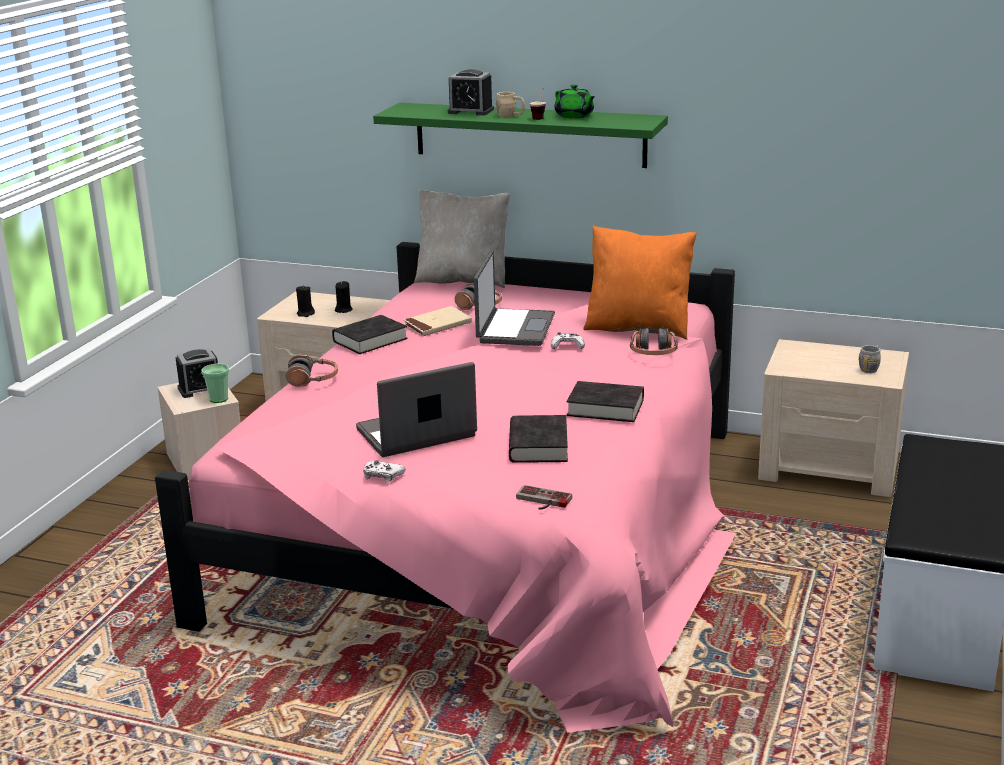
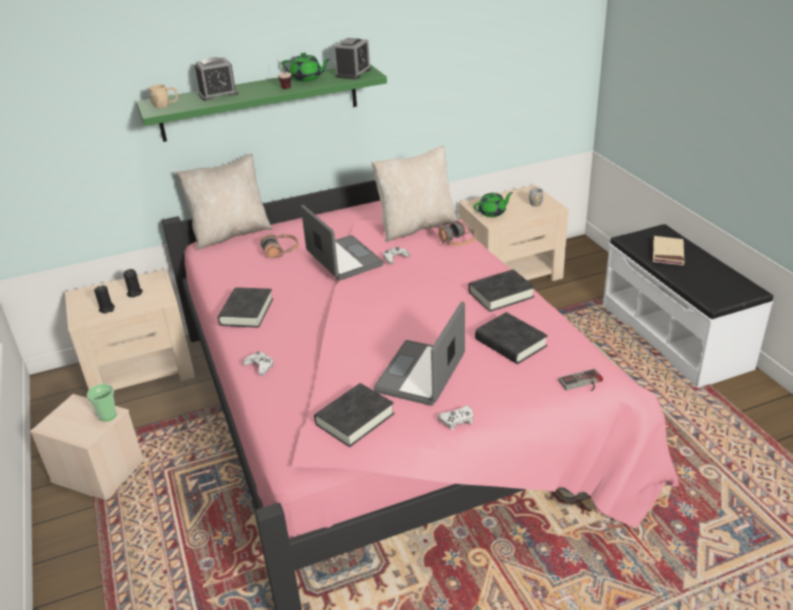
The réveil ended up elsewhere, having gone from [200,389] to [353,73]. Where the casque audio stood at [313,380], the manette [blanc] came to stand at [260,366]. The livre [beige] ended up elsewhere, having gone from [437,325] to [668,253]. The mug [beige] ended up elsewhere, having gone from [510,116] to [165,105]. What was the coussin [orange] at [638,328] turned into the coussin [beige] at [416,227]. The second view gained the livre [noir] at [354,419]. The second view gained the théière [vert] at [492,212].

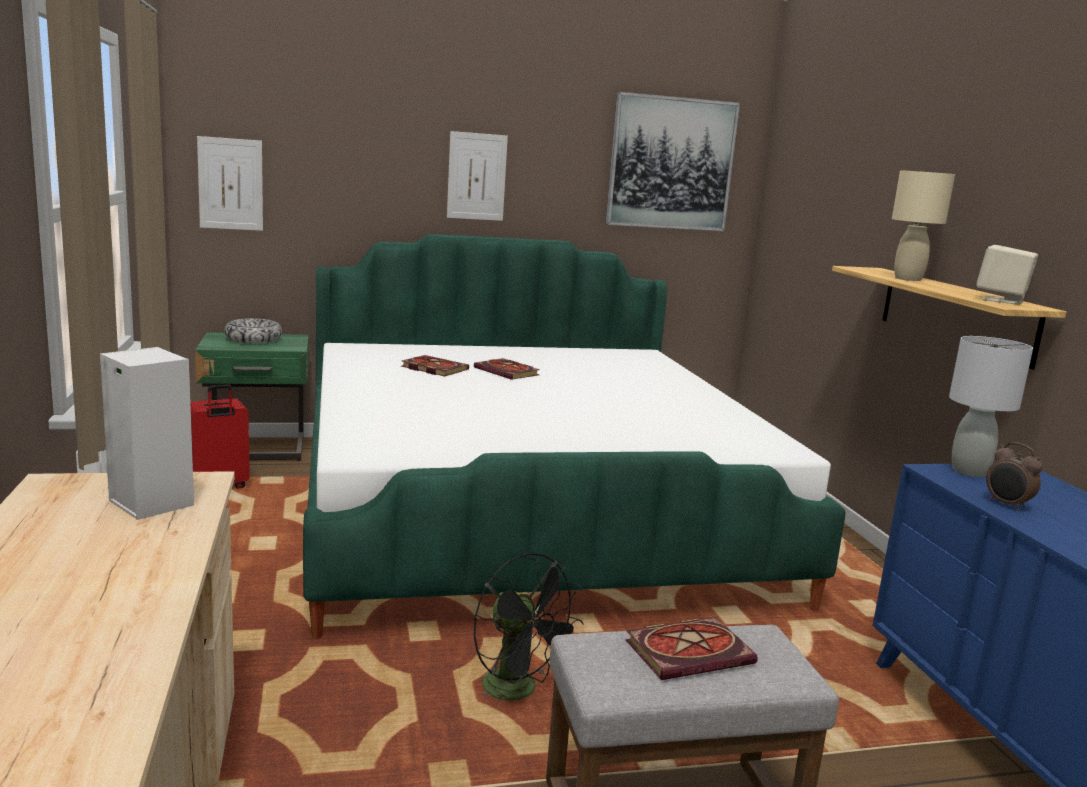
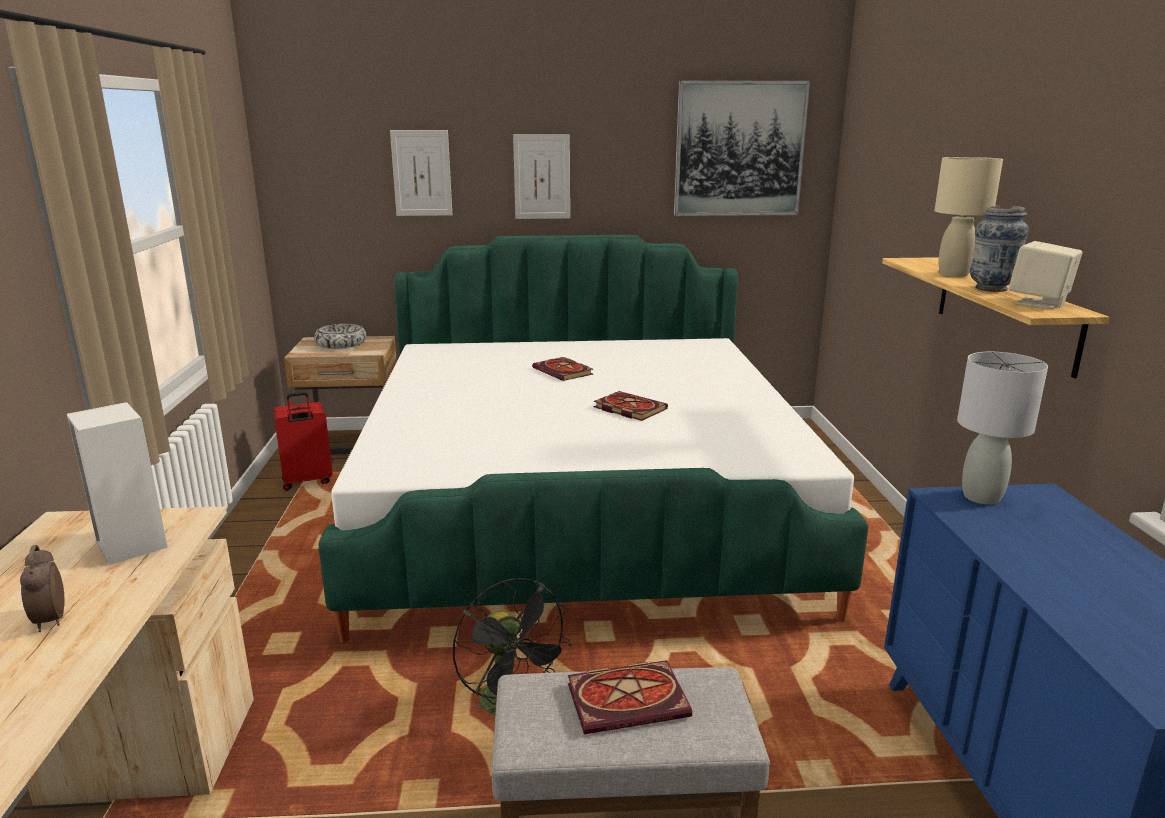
What was the table de chevet [vert] at [256,451] turned into the table de chevet [beige] at [352,444]. The tableau ended up elsewhere, having gone from [230,184] to [421,173]. The livre ended up elsewhere, having gone from [432,368] to [627,408]. The réveil ended up elsewhere, having gone from [1007,505] to [49,621]. The second view gained the vase at [991,289].

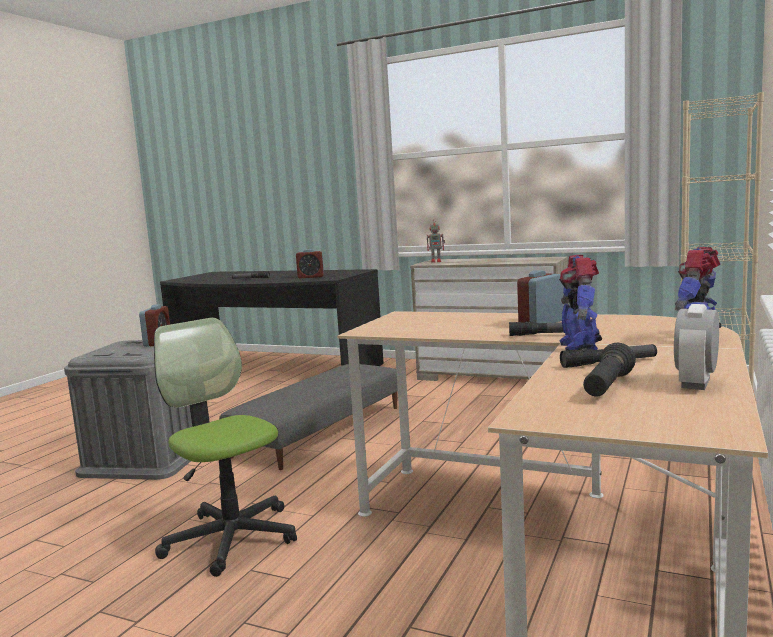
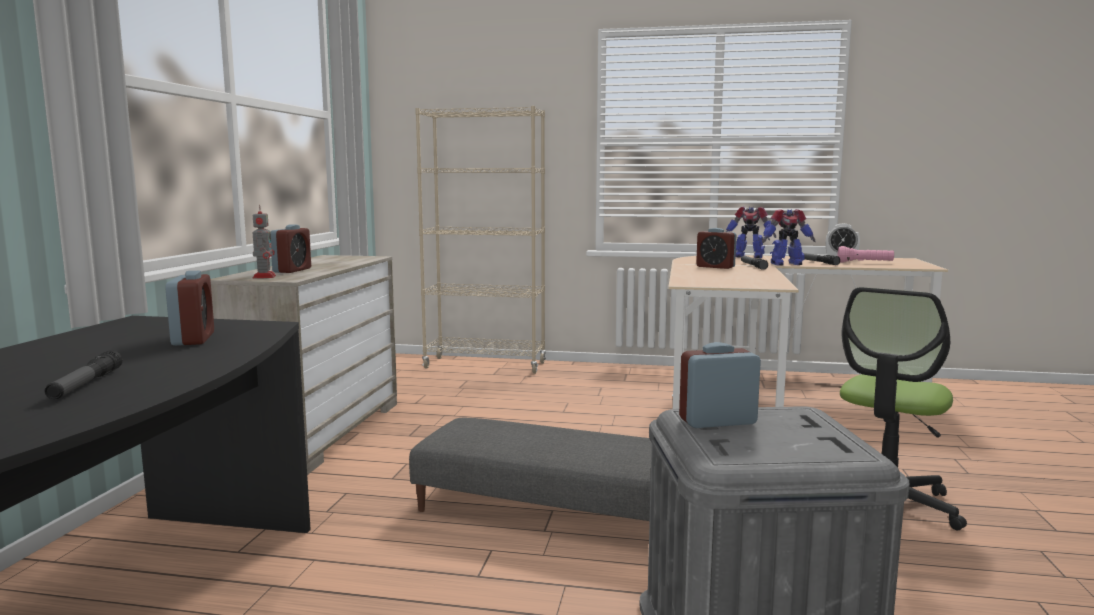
What was the lampe de poche [noir] at [607,387] turned into the lampe de poche [rose] at [864,263]. The second view gained the réveil at [292,270].

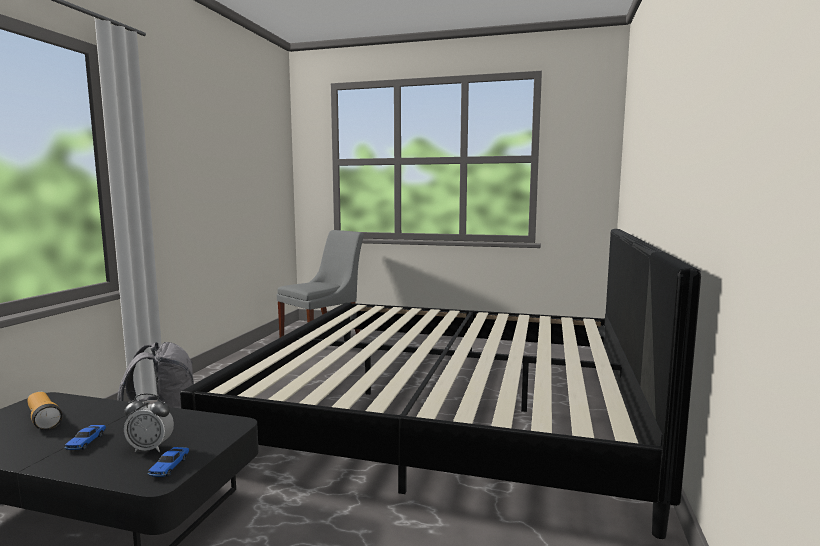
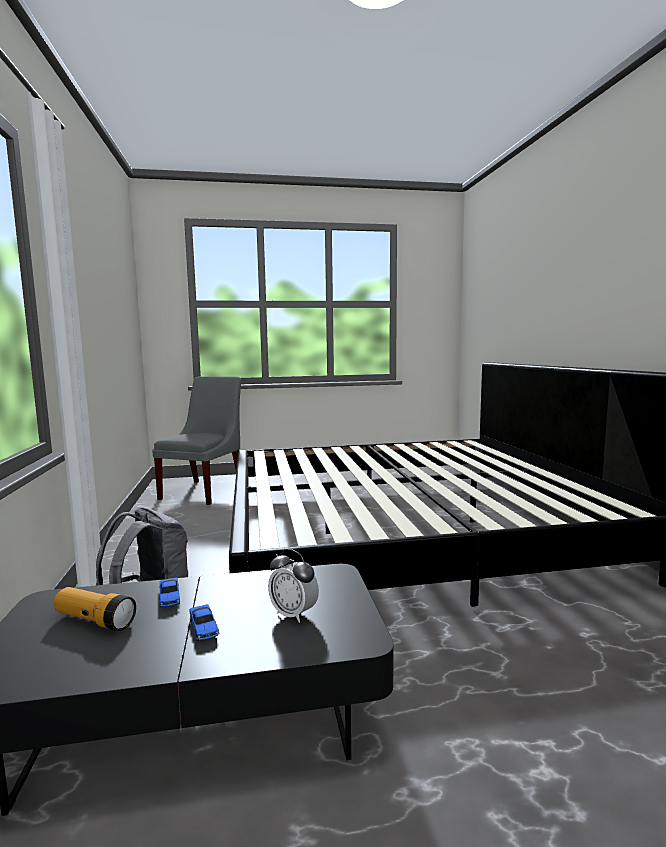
The réveil at [151,448] ended up facing another way, 60 degrees clockwise from before. The petite voiture ended up elsewhere, having gone from [169,467] to [169,598].

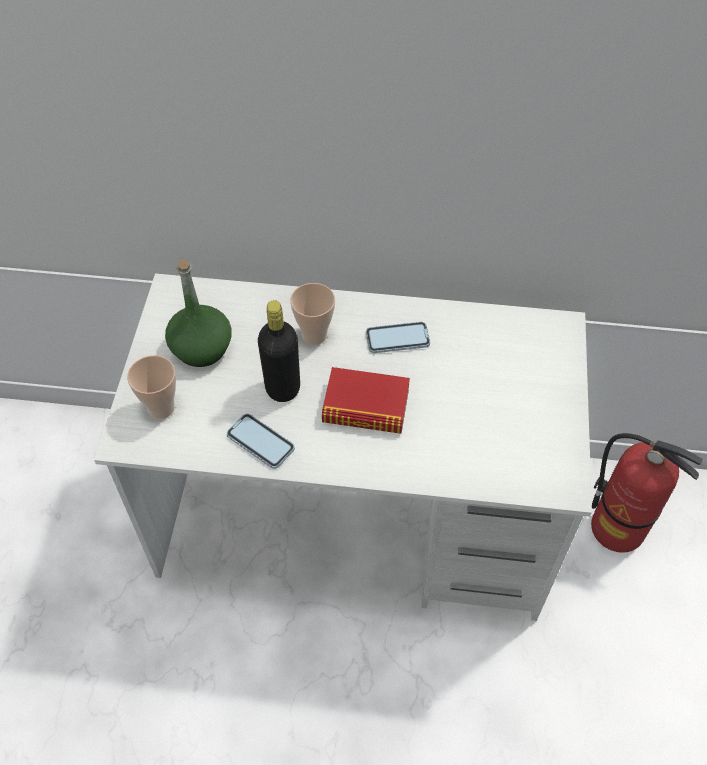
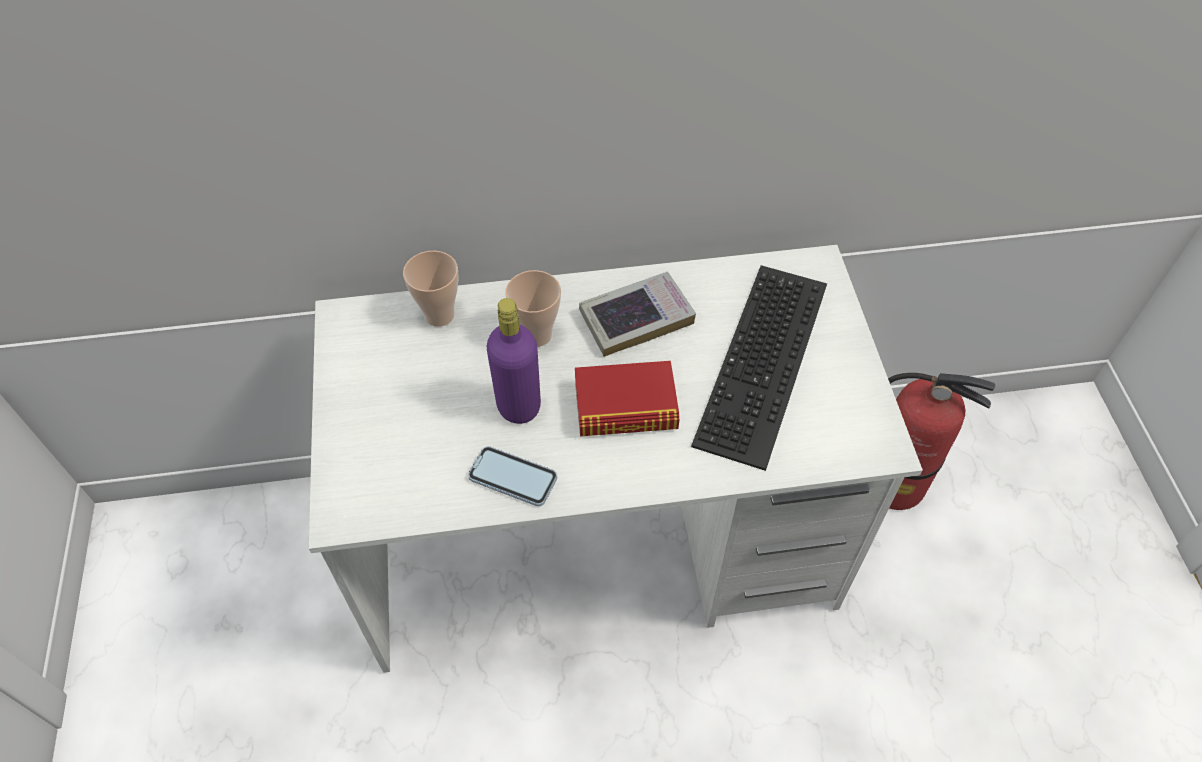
The tasse ended up elsewhere, having gone from [161,408] to [439,315]. The second view lost the bouteille [vert] at [202,348]. What was the bouteille [noir] at [282,388] turned into the bouteille [violet] at [519,406]. Where the téléphone stood at [397,339], the livre came to stand at [636,318]. The second view gained the clavier at [766,365].

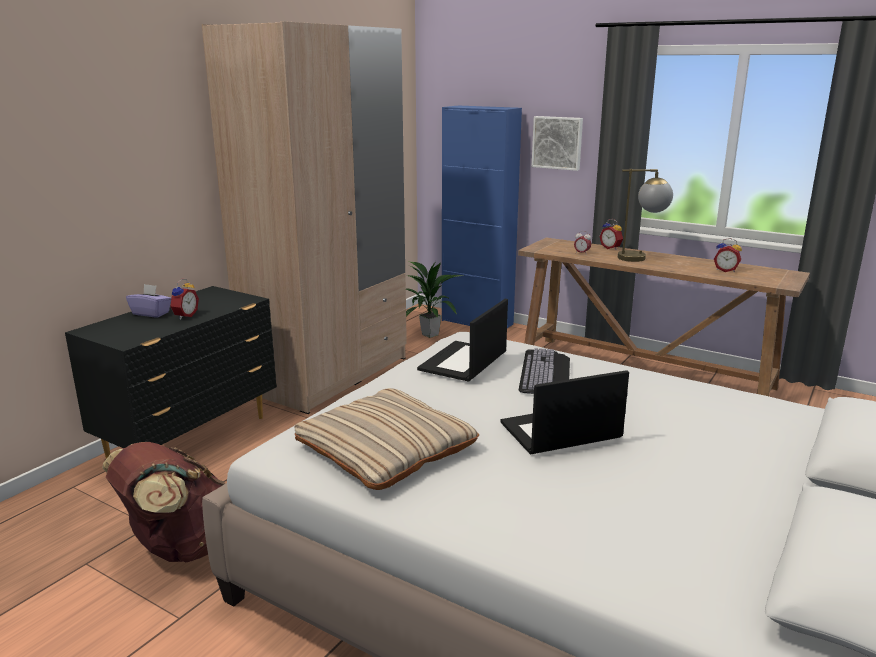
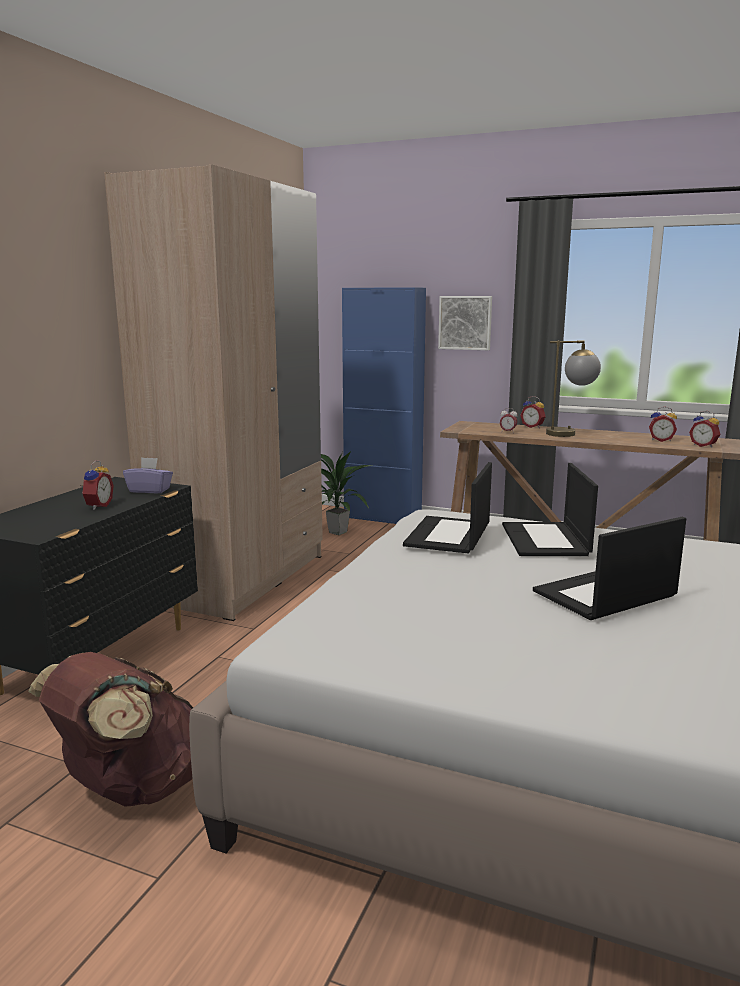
The boîte à mouchoirs [violet] ended up elsewhere, having gone from [151,313] to [150,490]. The second view lost the coussin [beige] at [386,447]. Where the clavier stood at [546,372], the ordinateur portable came to stand at [546,540]. The second view gained the réveil at [704,445].

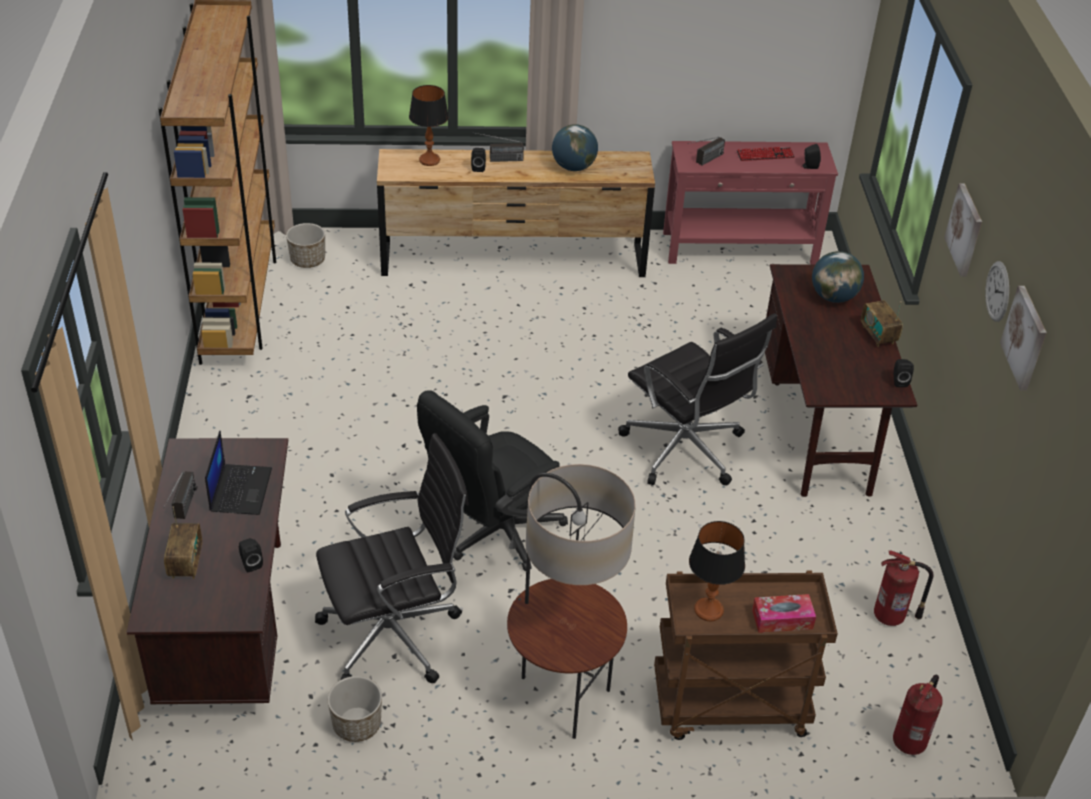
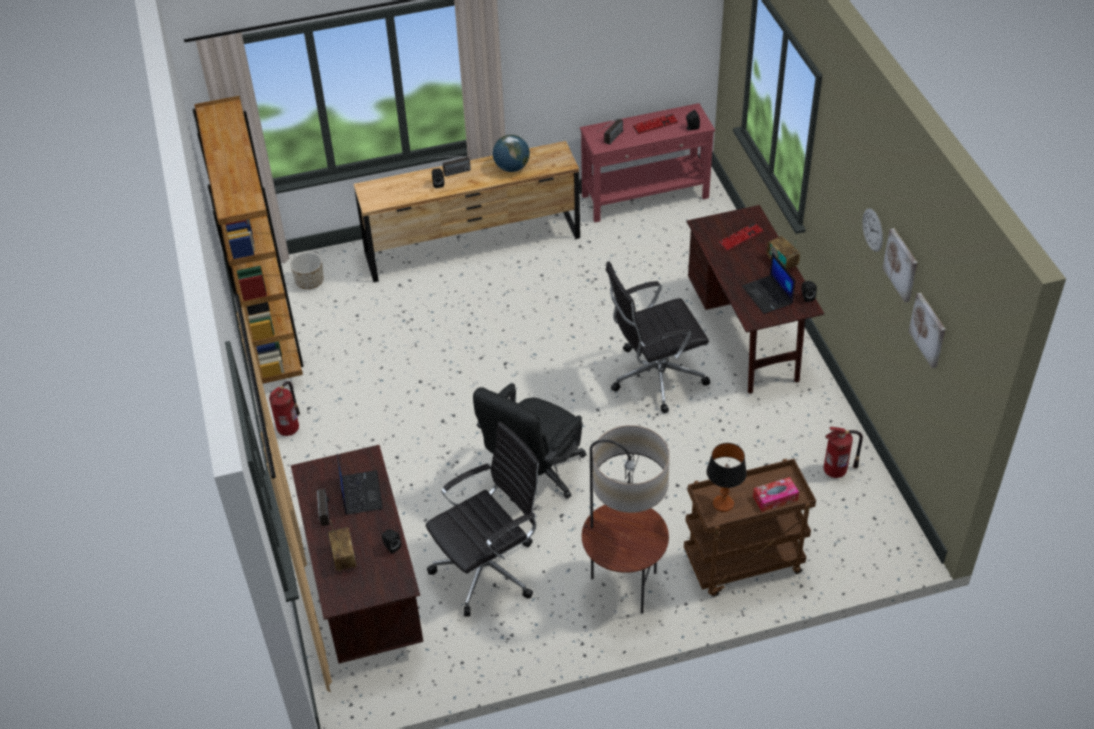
The second view lost the cache-pot at [356,724]. The second view lost the lampe de table at [429,160]. The chaise de bureau [noir] at [686,451] ended up facing another way, 120 degrees clockwise from before. Where the globe stood at [833,297], the clavier came to stand at [740,238]. The extincteur ended up elsewhere, having gone from [910,741] to [289,428]. The tableau ended up elsewhere, having gone from [965,229] to [928,330]. The second view gained the ordinateur portable at [768,295].

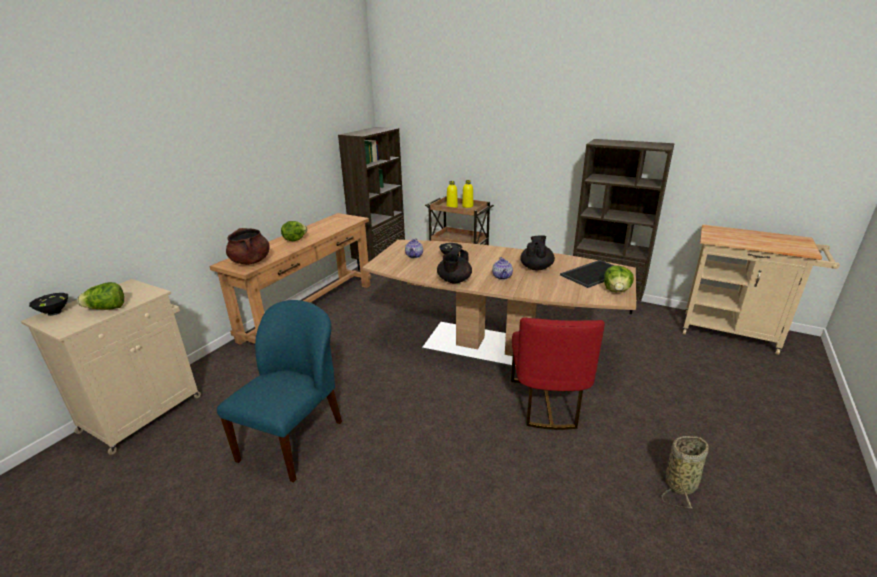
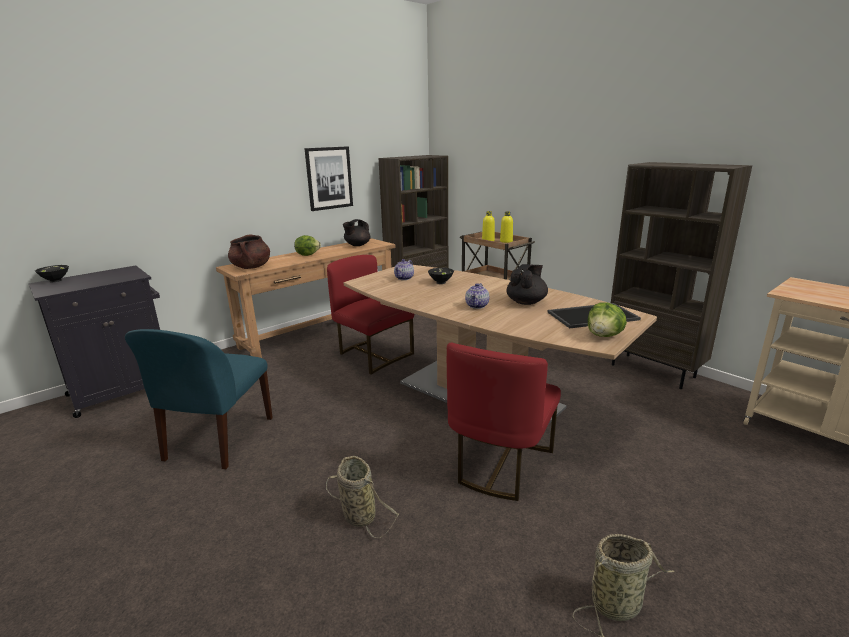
What was the meuble de rangement [beige] at [144,412] turned into the meuble de rangement [noir] at [124,390]. The second view lost the laitue at [107,309]. The chaise [bleu] at [293,439] ended up facing another way, 150 degrees clockwise from before. The théière [noir] ended up elsewhere, having gone from [454,281] to [357,245]. The second view gained the tableau at [329,178]. The second view gained the panier at [357,514]. The second view gained the chaise [rouge] at [373,355].

